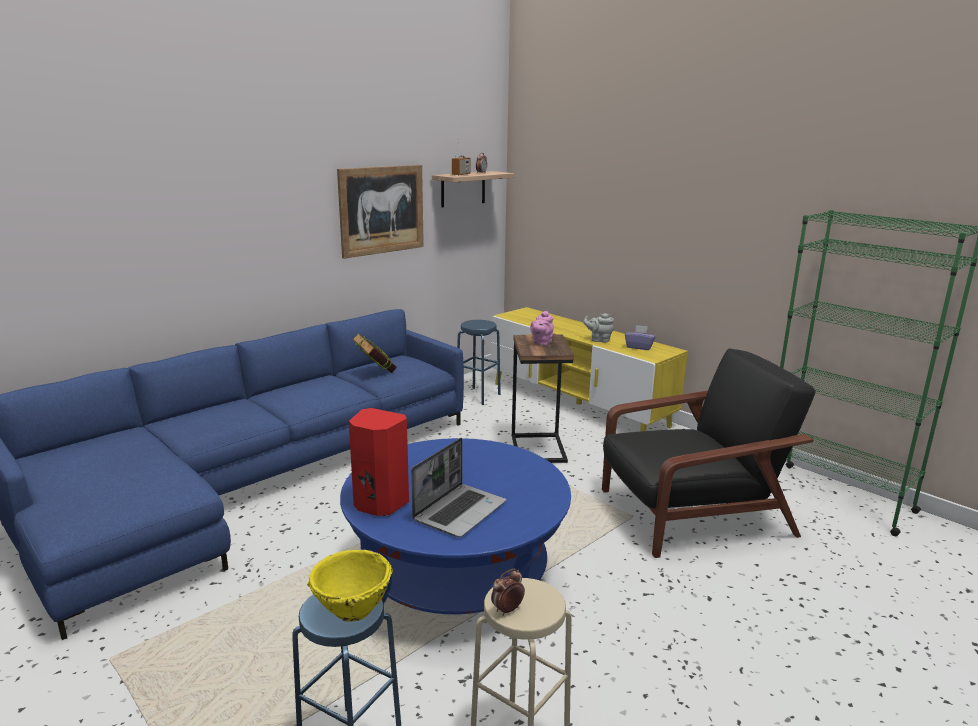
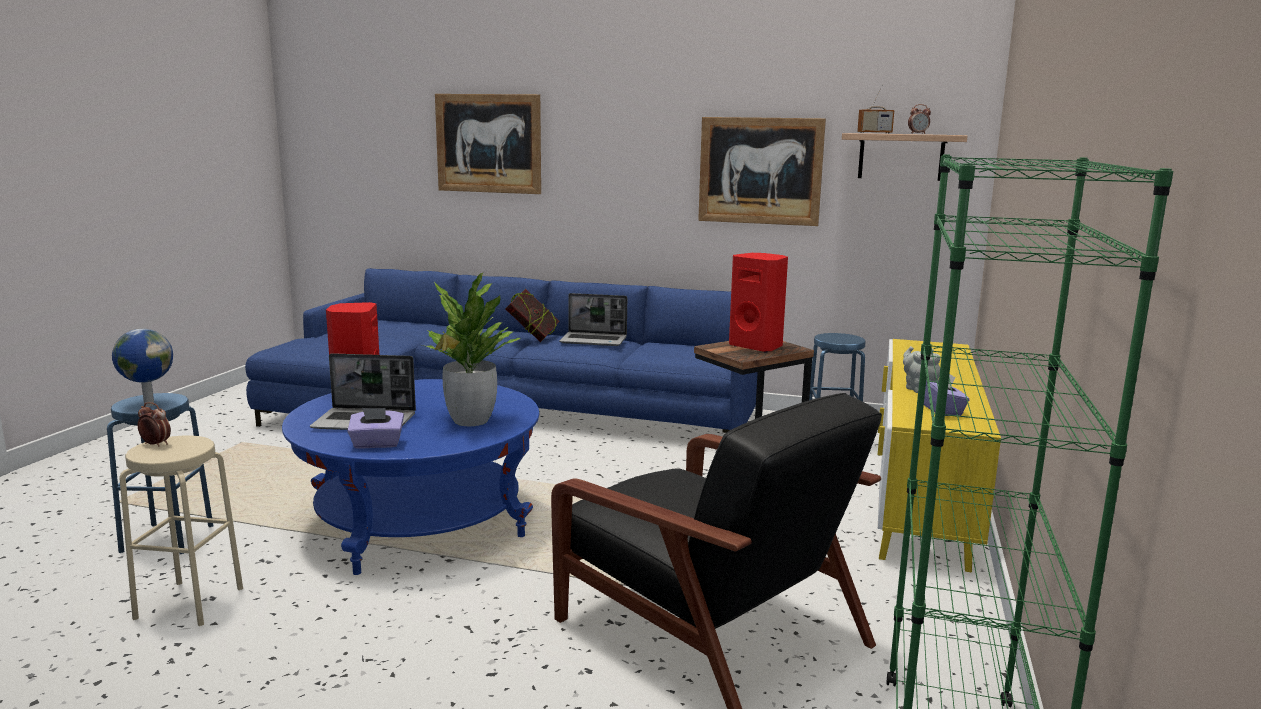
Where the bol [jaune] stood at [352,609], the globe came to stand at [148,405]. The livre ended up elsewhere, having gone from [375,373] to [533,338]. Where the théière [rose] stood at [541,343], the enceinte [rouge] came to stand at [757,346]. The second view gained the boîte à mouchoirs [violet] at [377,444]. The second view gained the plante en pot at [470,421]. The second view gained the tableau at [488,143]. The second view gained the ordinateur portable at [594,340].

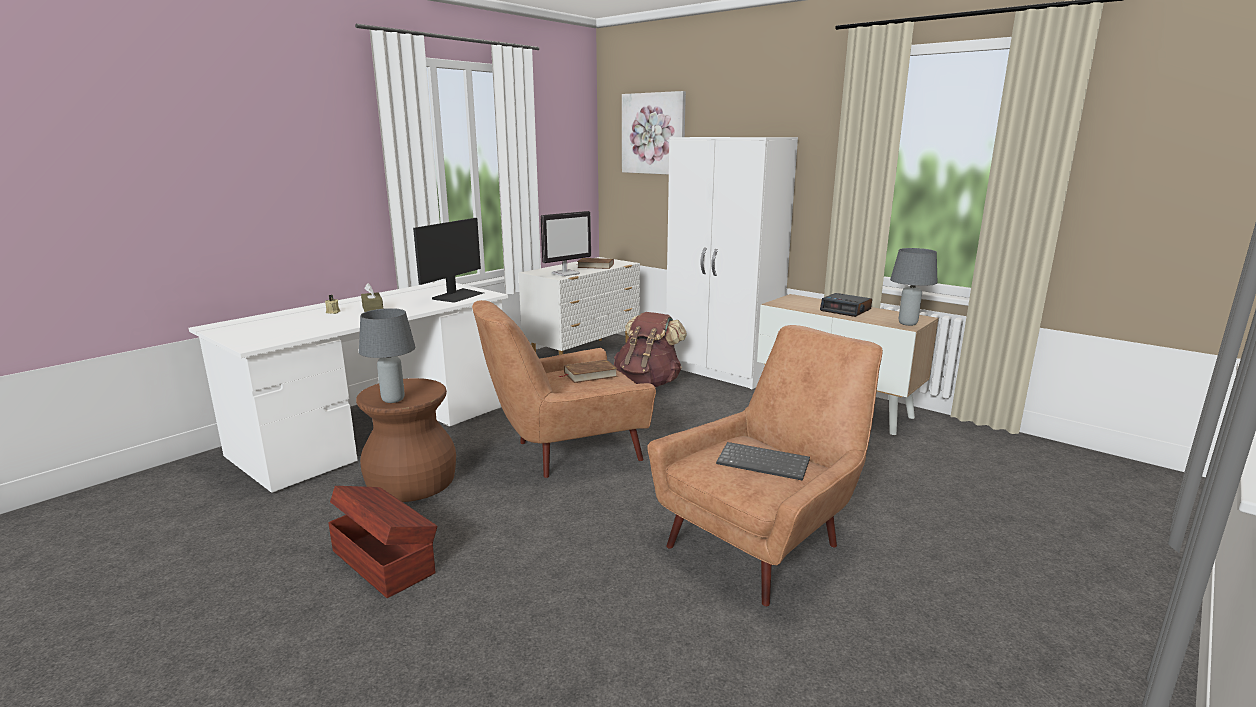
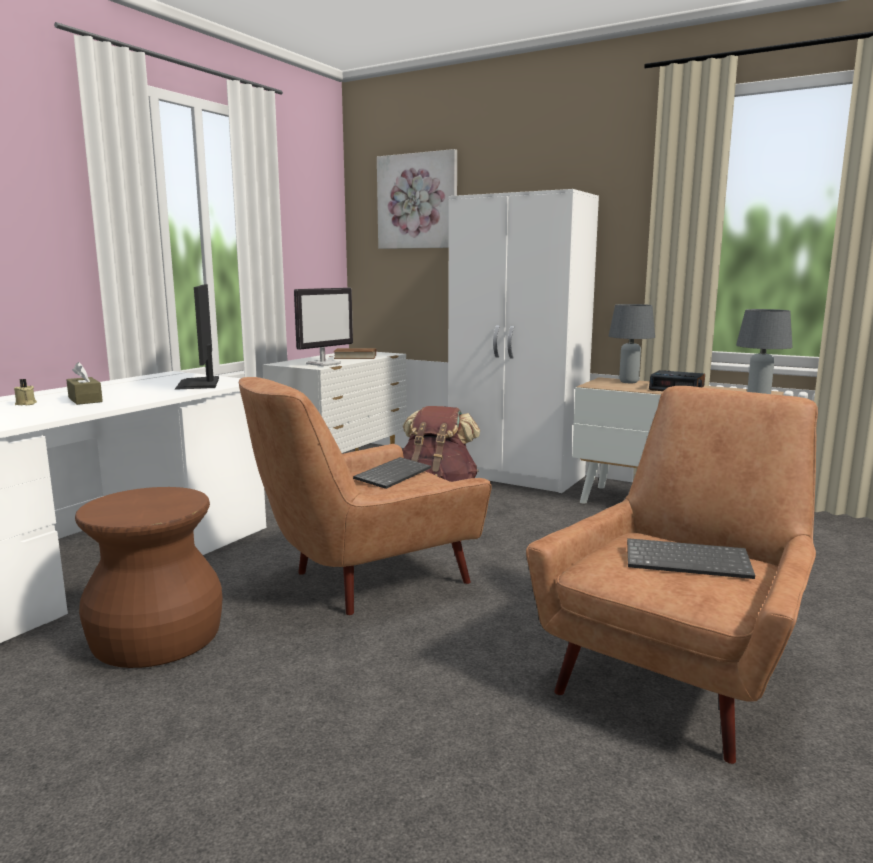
The second view lost the boîte de rangement [marron] at [384,560]. The lampe de table [gris] ended up elsewhere, having gone from [393,400] to [629,382]. The écran d'ordinateur at [458,295] ended up facing another way, 150 degrees clockwise from before. Where the livre [marron] stood at [590,374], the clavier came to stand at [392,474].

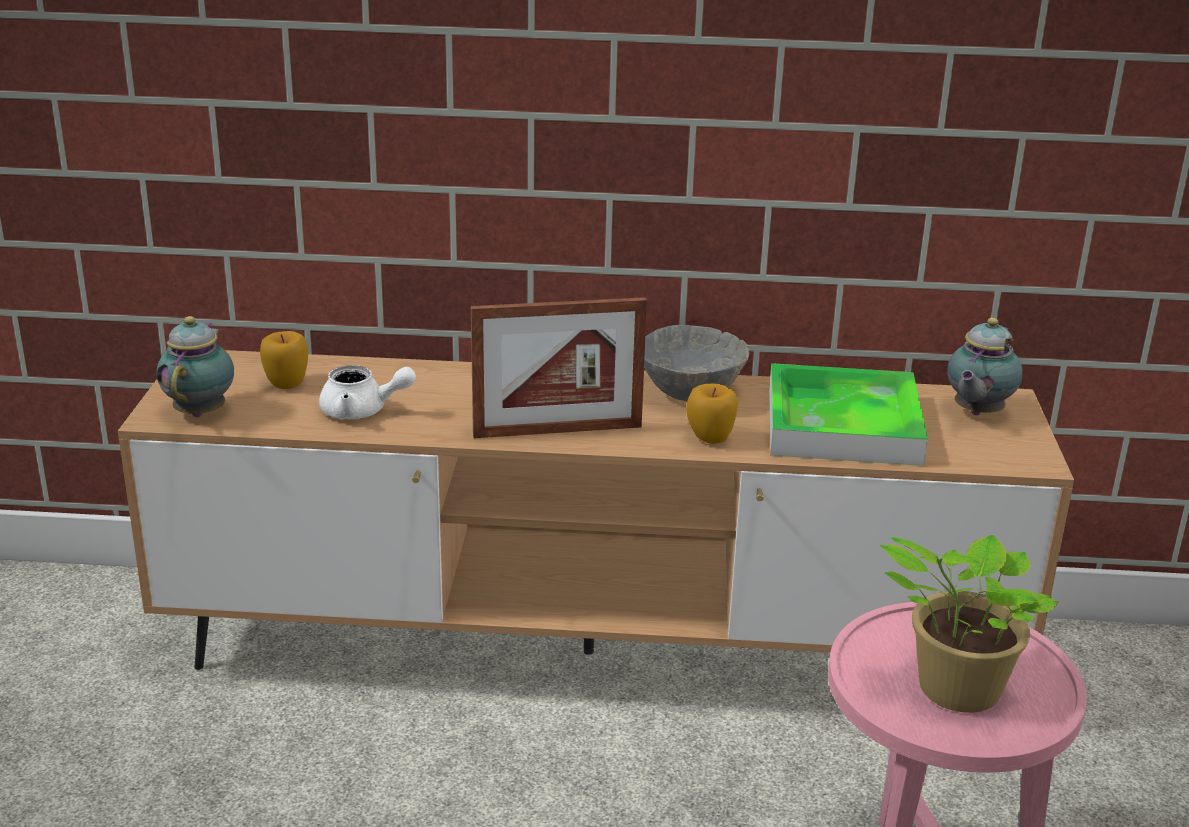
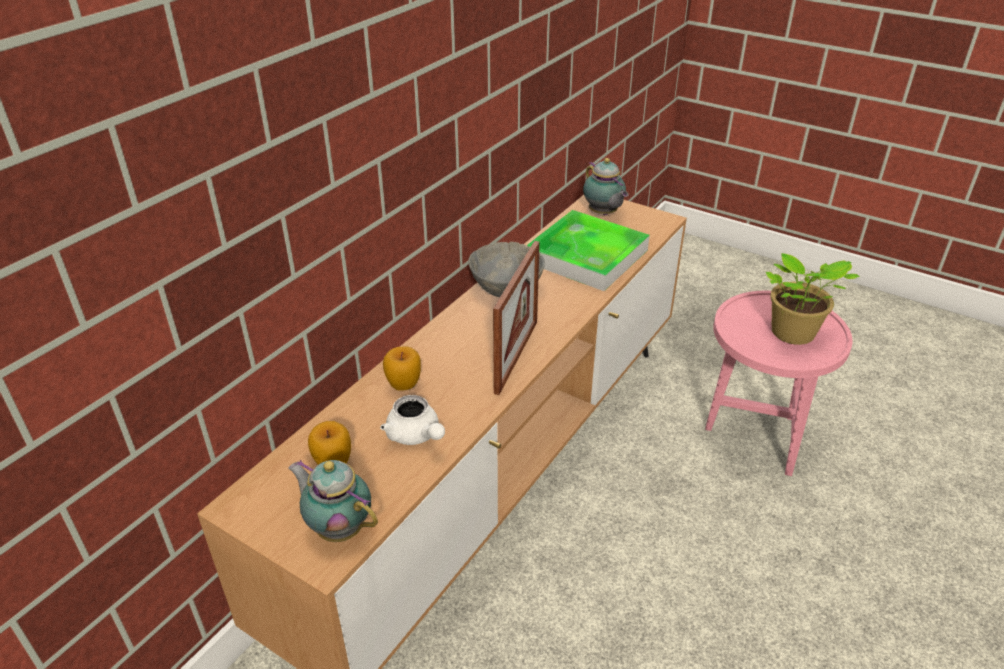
The théière [blanc] at [362,411] ended up facing another way, 105 degrees clockwise from before. The pomme ended up elsewhere, having gone from [710,439] to [404,386].

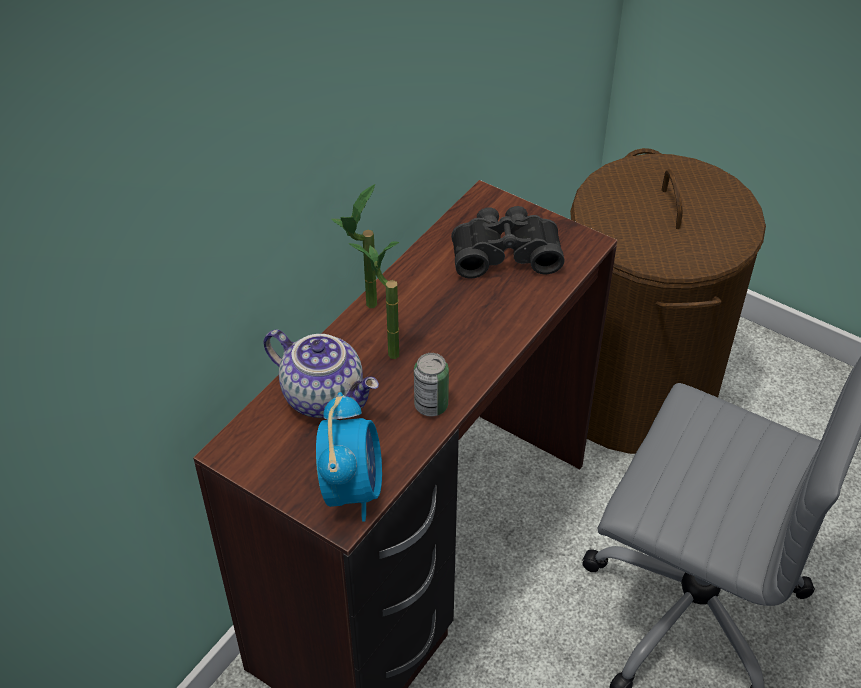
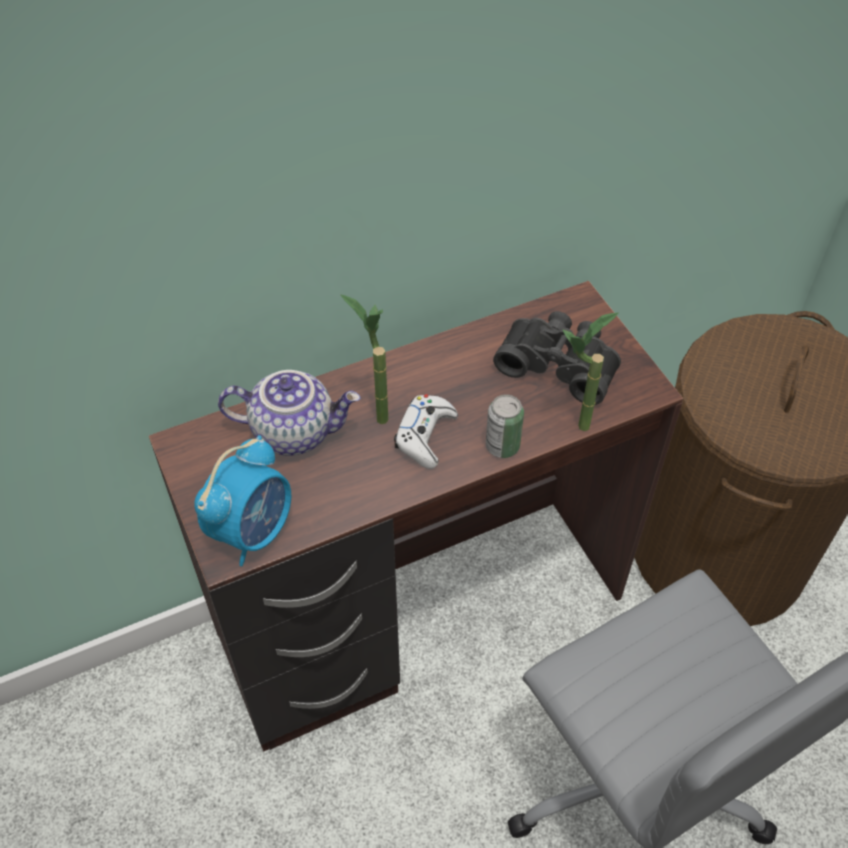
The théière at [325,396] ended up facing another way, 60 degrees counterclockwise from before. The plante en pot ended up elsewhere, having gone from [363,310] to [572,429]. The boîte métallique ended up elsewhere, having gone from [431,405] to [502,446]. The second view gained the manette [blanc] at [425,436].

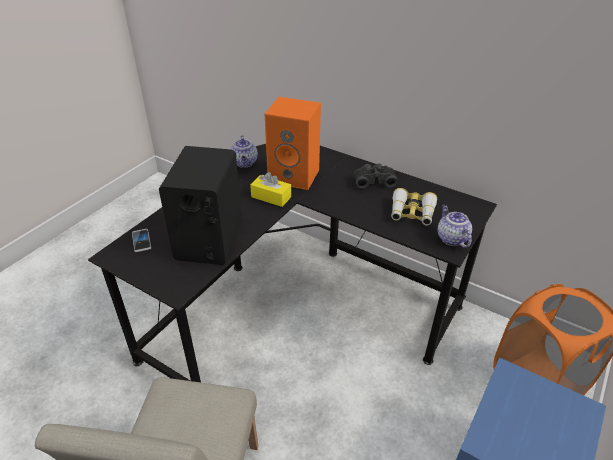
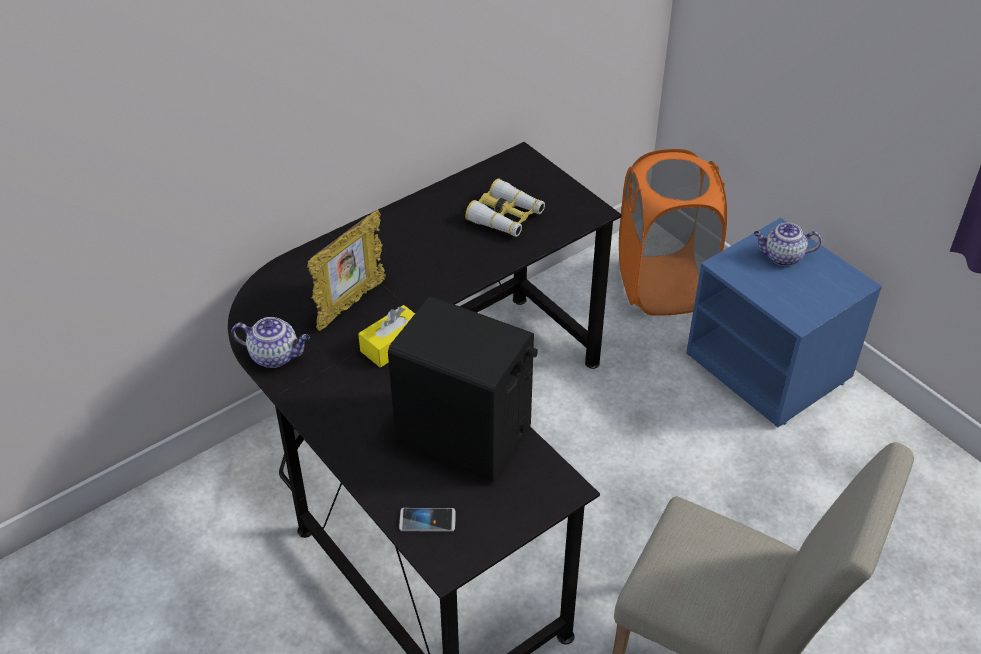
Where the enceinte [orange] stood at [295,175], the cadre photo came to stand at [350,304]. The second view lost the jumelles [noir] at [374,180]. The théière ended up elsewhere, having gone from [451,238] to [782,257].

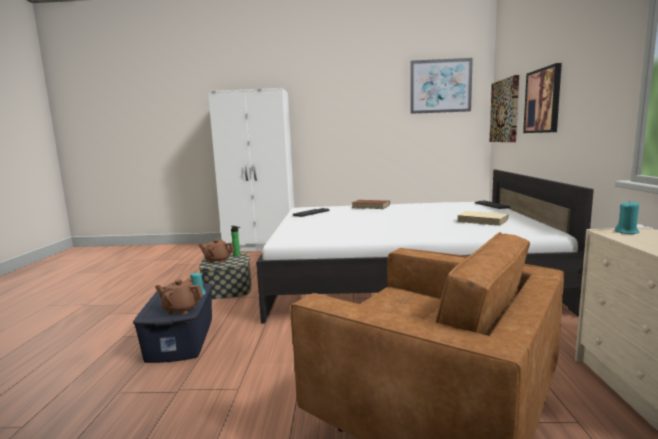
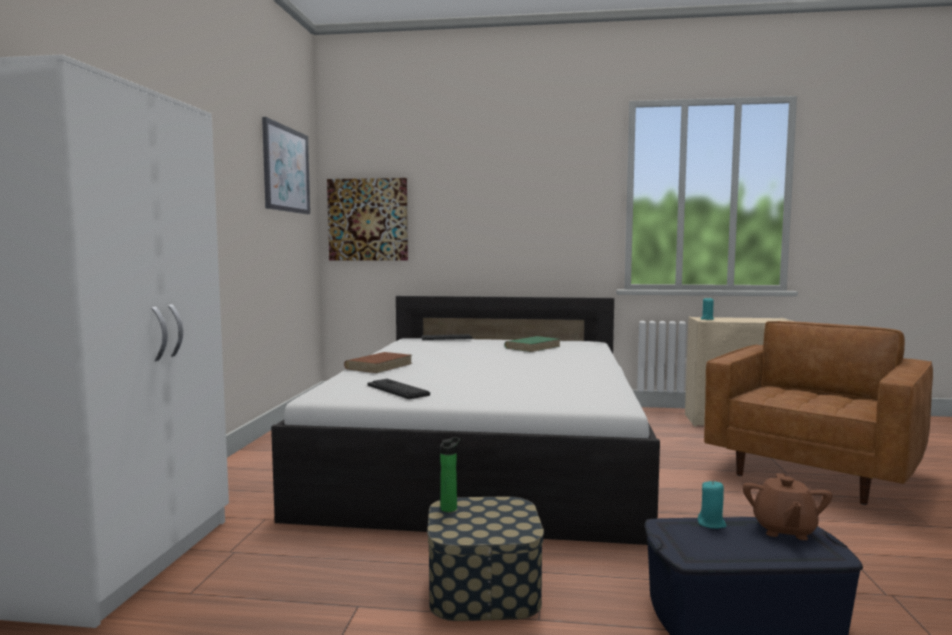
The second view lost the théière [marron] at [217,261]. What was the livre [beige] at [482,221] turned into the livre [vert] at [533,347]. The second view lost the tableau at [543,101].

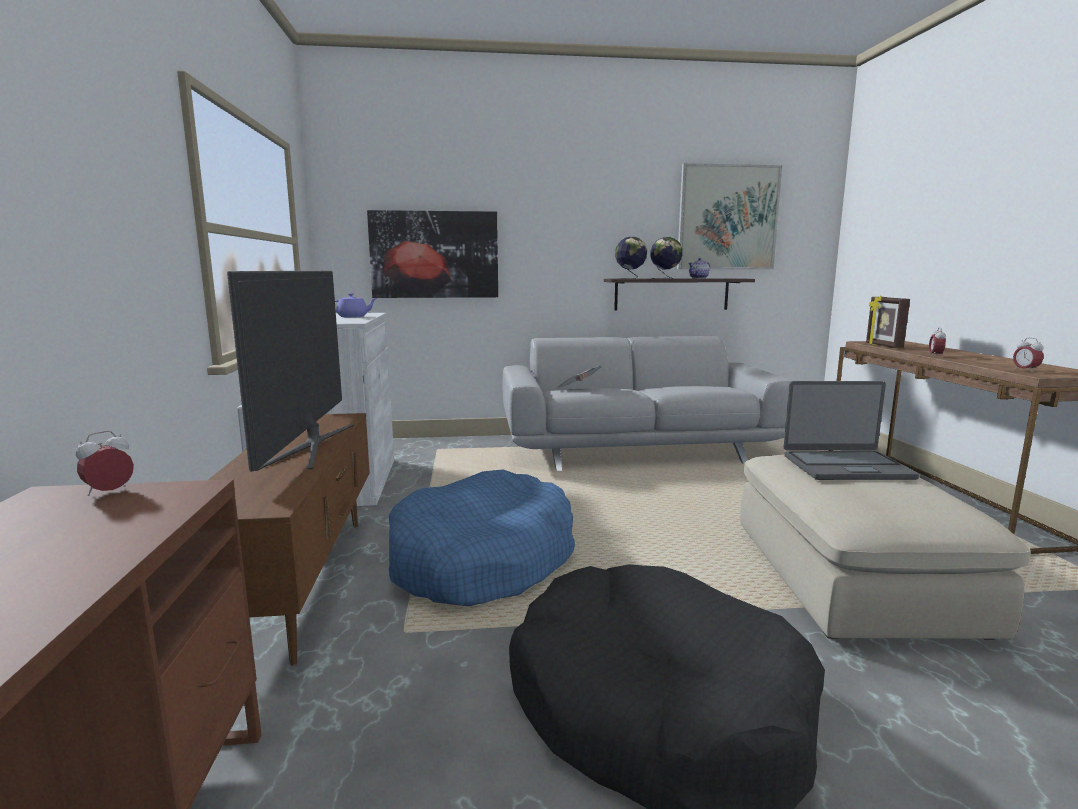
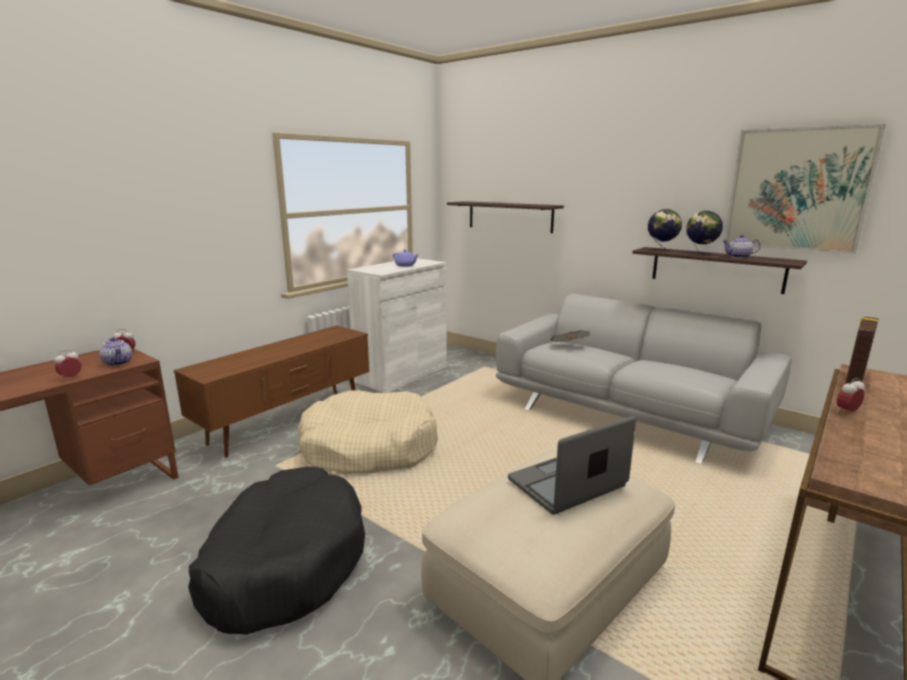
The second view lost the téléviseur at [309,445]. Where the tableau hung at [434,255], the étagère came to hang at [509,216]. What was the panier pour chien [bleu] at [482,560] turned into the panier pour chien [beige] at [369,447]. The ordinateur portable at [846,467] ended up facing another way, 105 degrees clockwise from before. The réveil ended up elsewhere, having gone from [1025,370] to [70,378]. The second view gained the théière at [119,363].

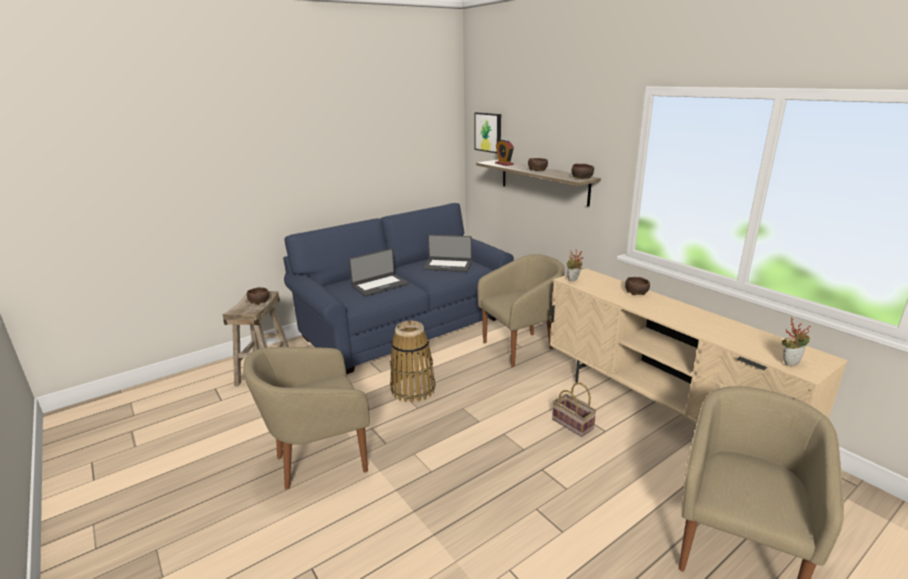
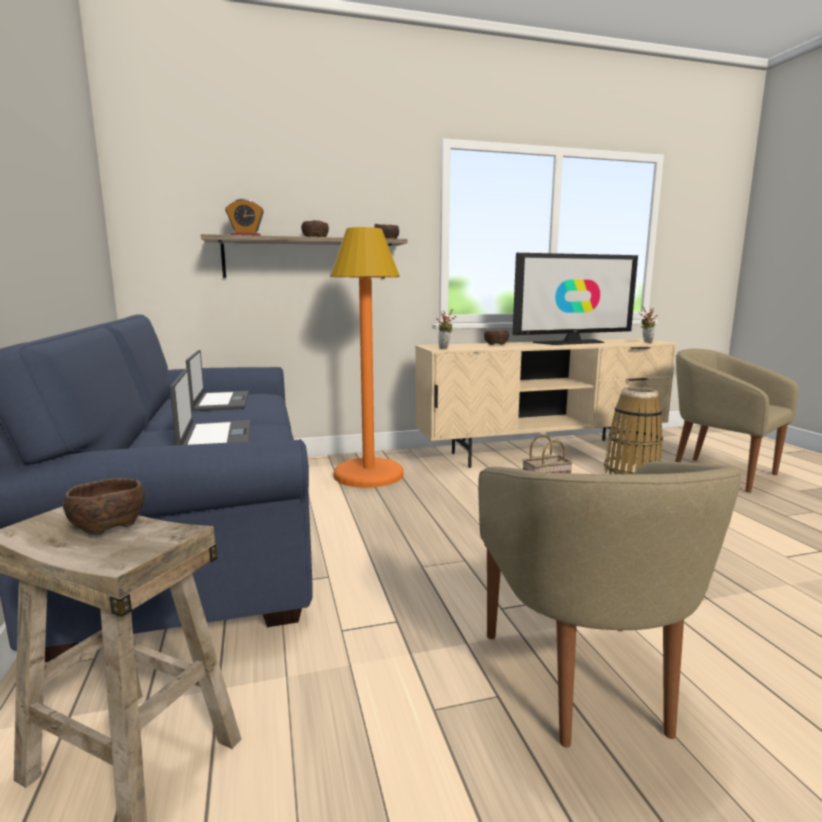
The panier ended up elsewhere, having gone from [413,389] to [631,472]. The ordinateur portable at [447,265] ended up facing another way, 45 degrees counterclockwise from before. The second view lost the tableau at [488,132]. Where the fauteuil [beige] stood at [521,347], the lampadaire [orange] came to stand at [369,474]. The second view gained the téléviseur at [572,342].

